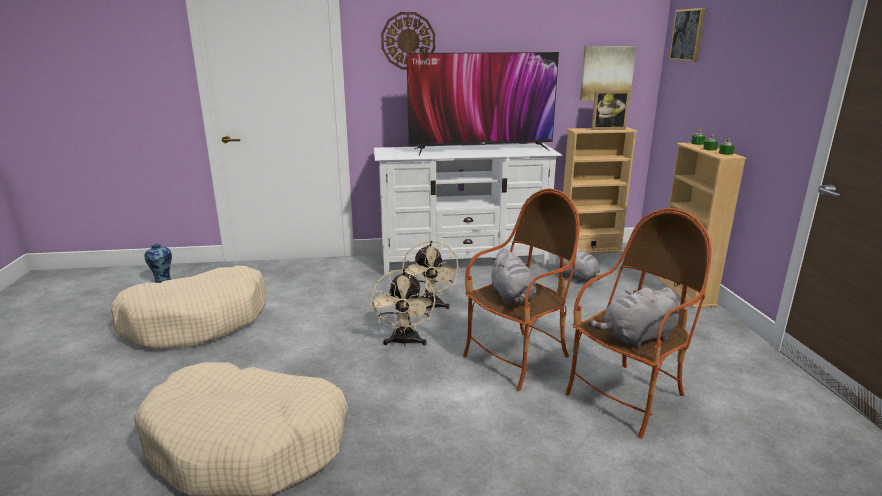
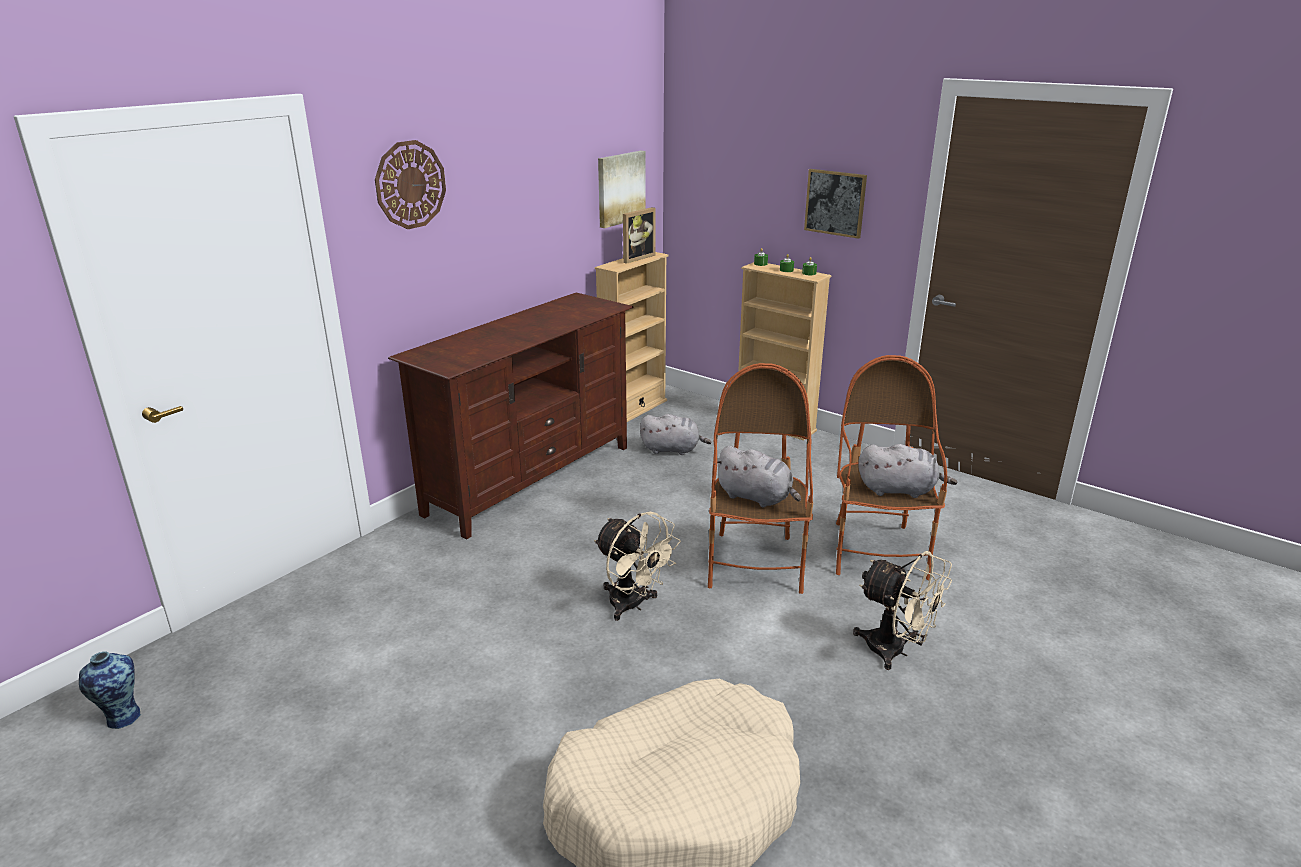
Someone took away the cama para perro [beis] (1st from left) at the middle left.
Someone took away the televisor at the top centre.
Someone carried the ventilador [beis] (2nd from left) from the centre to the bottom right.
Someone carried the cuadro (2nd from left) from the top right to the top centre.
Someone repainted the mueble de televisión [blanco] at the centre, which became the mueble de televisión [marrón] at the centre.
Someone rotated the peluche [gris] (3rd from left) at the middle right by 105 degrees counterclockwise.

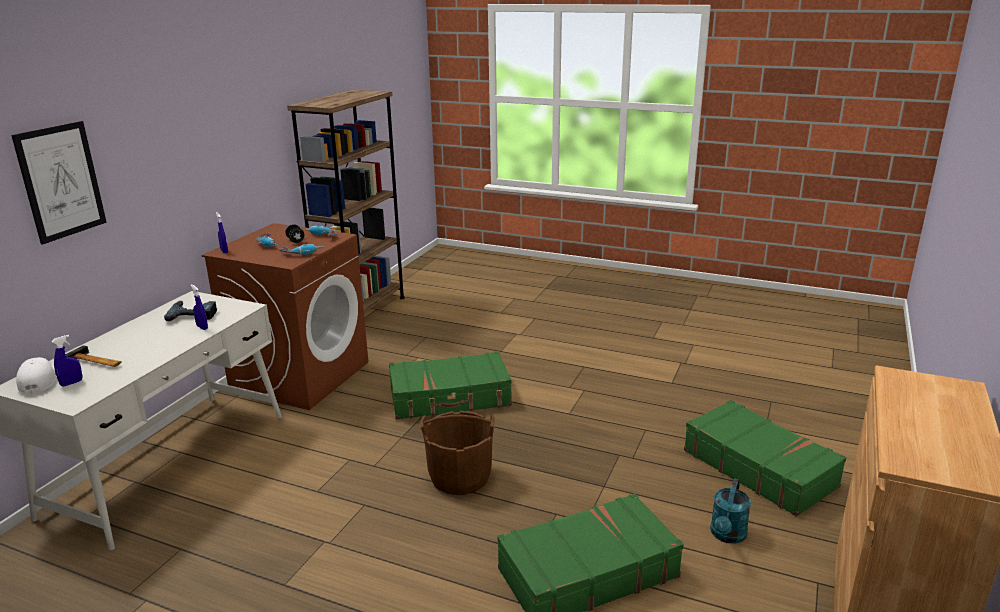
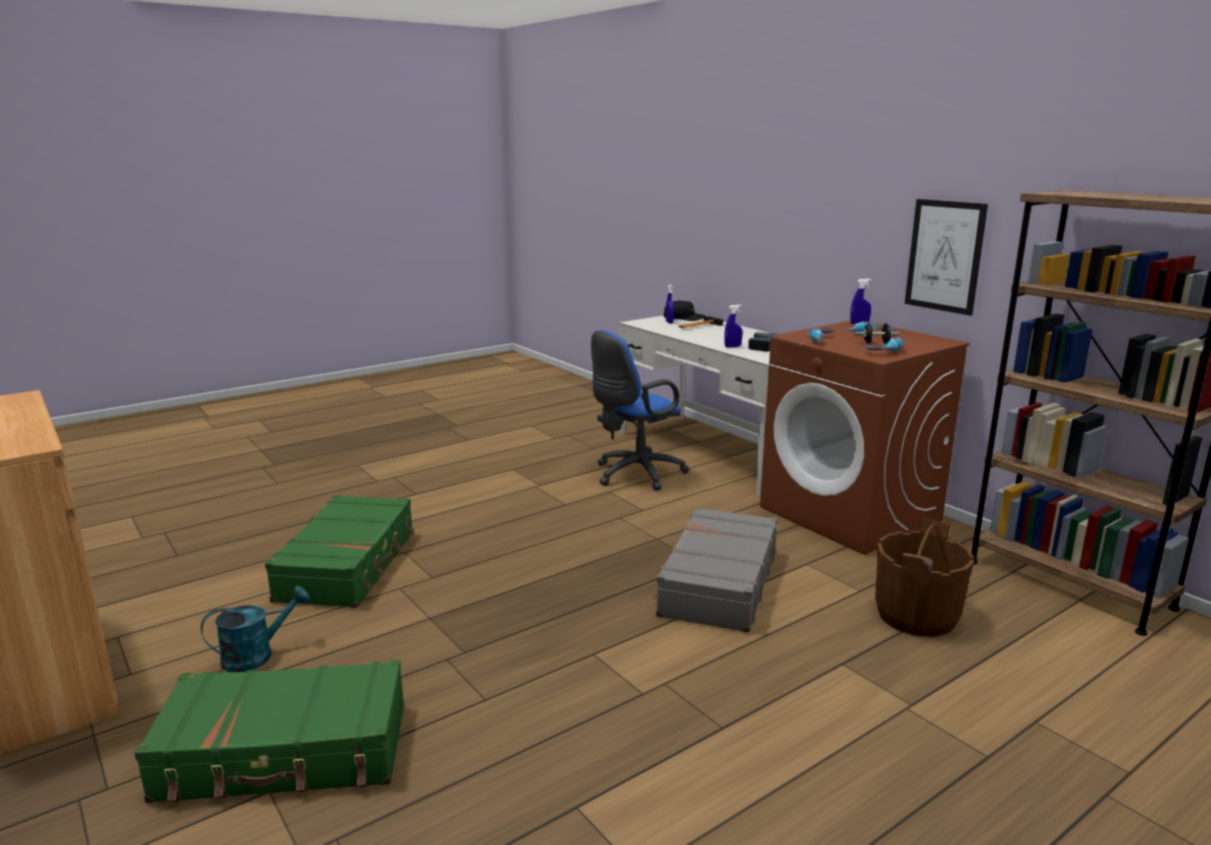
Someone put down the silla de oficina [azul] at the centre.
Someone carried the cuadro from the top left to the top right.
Someone carried the cubo [marrón] from the bottom centre to the bottom right.
Someone repainted the gorra [blanco] at the middle left, which became the gorra [negro] at the centre.
Someone repainted the maleta [verde] (1st from left) at the centre, which became the maleta [gris] at the bottom centre.
Someone rotated the regadera [turquesa] at the bottom right by 90 degrees clockwise.

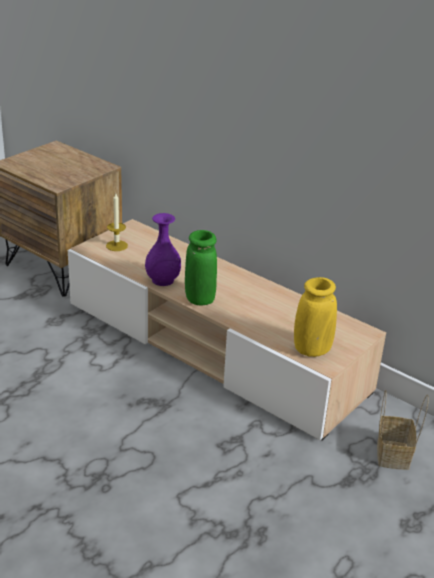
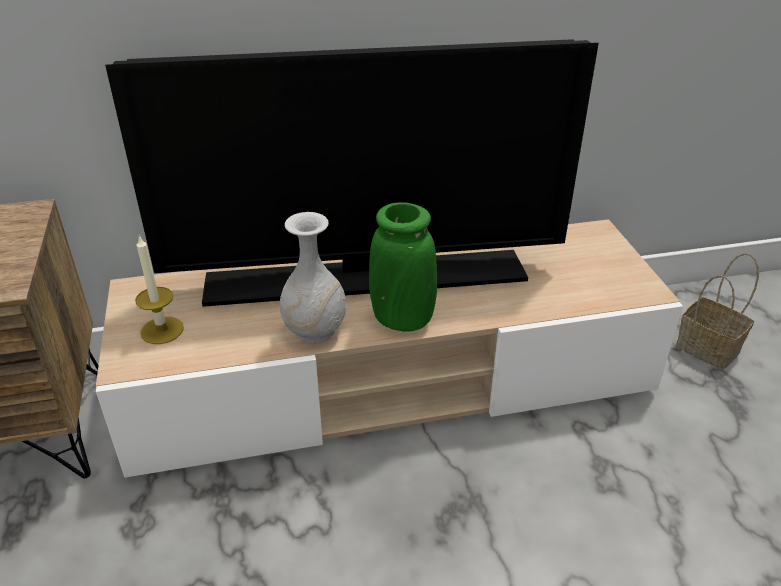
Someone took away the florero [amarillo] at the middle right.
Someone put down the televisor at the top centre.
Someone repainted the florero [morado] at the centre, which became the florero [blanco] at the centre.

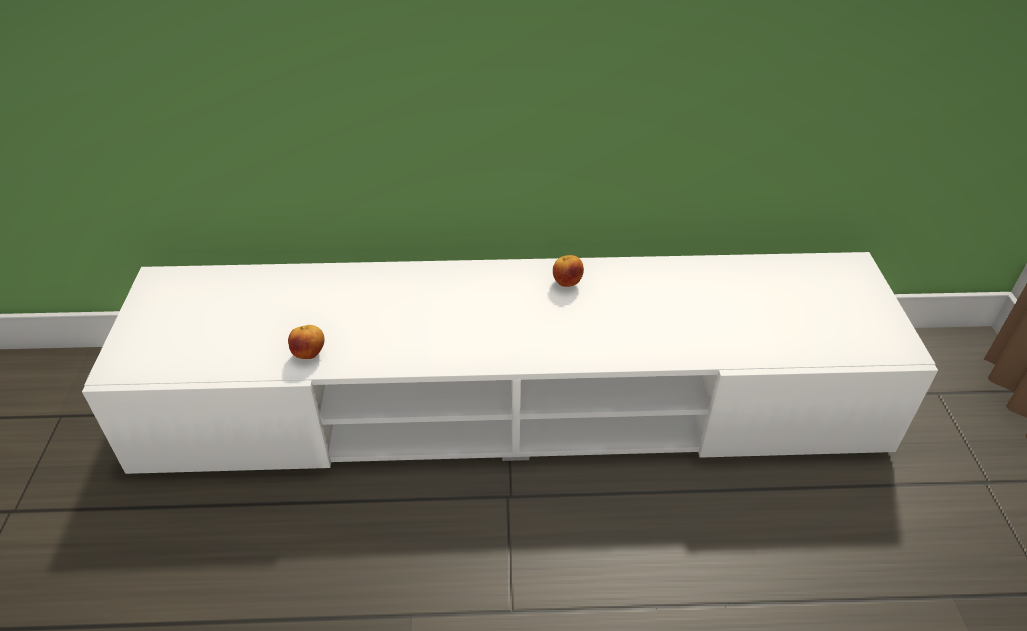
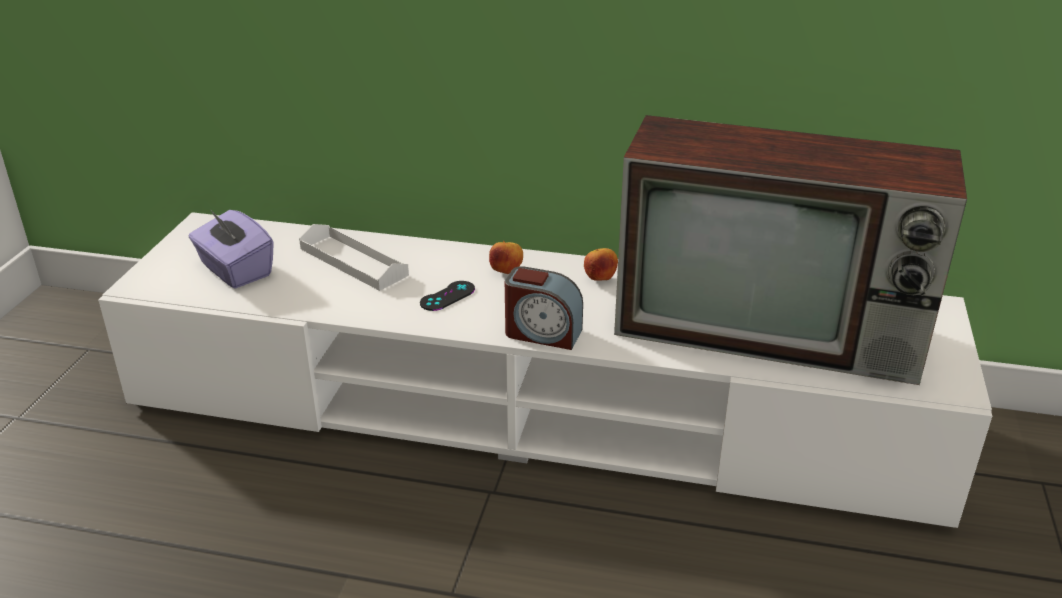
Someone put down the caja de pañuelos [morado] at the middle left.
Someone put down the bandeja [blanco] at the centre.
Someone put down the mando de consola [negro] at the centre.
Someone put down the despertador at the centre.
Someone put down the televisor at the middle right.
Someone carried the manzana (1st from left) from the middle left to the centre.

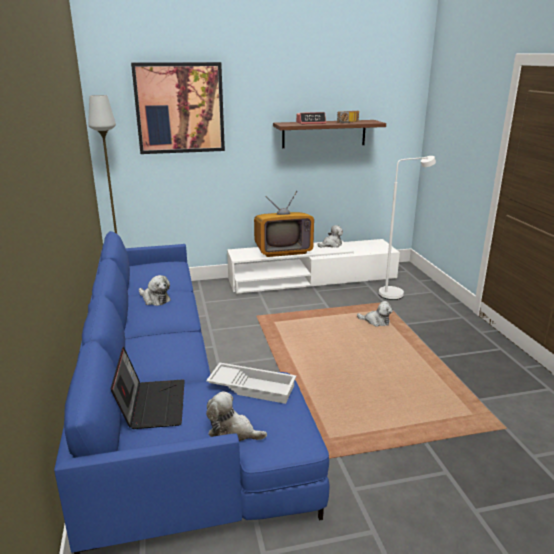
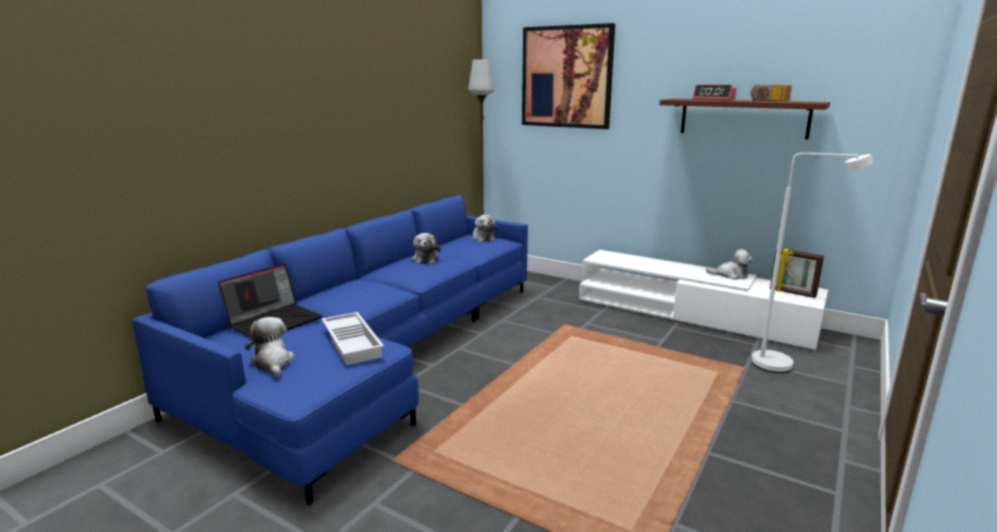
Someone took away the televisor at the centre.
Someone put down the portarretratos at the middle right.
Someone carried the peluche (4th from left in the first image) from the middle right to the centre.

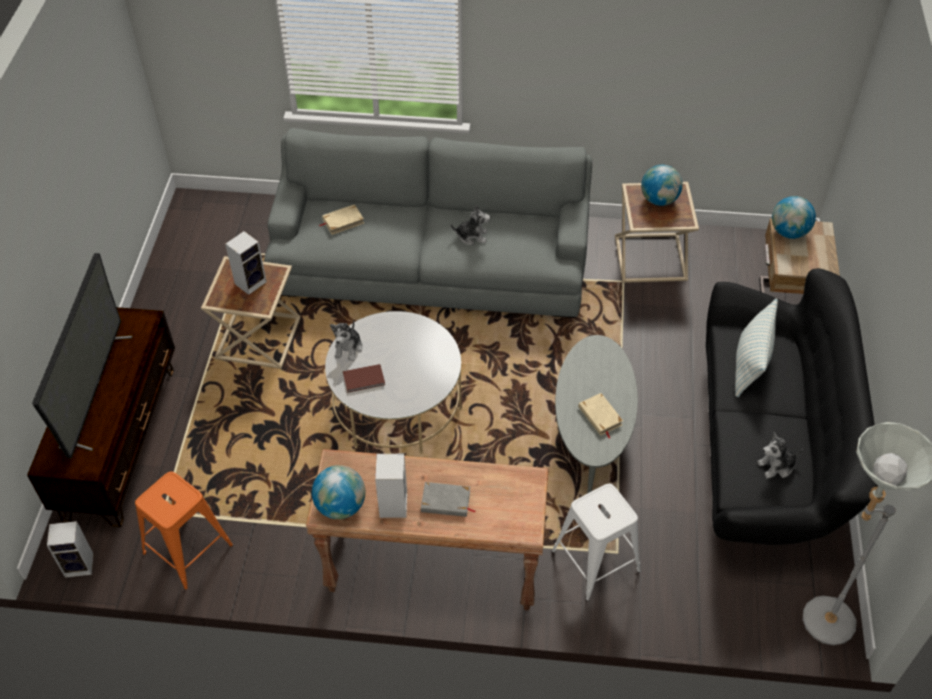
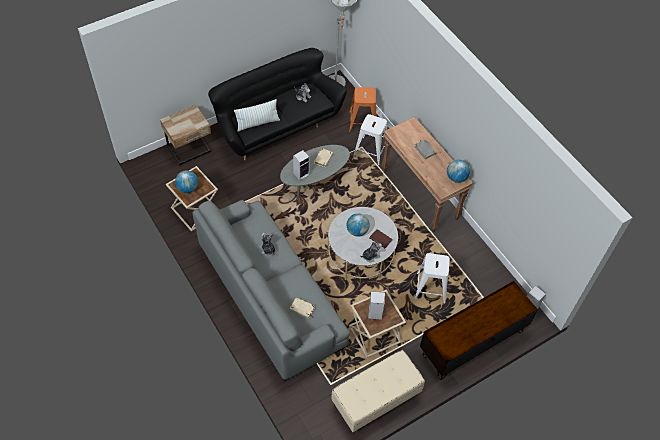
Someone took away the televisor at the middle left.
Someone put down the banco [beis] at the bottom centre.
Someone put down the taburete [blanco] (2nd from left) at the centre.
Someone carried the taburete [naranja] from the bottom left to the top centre.
Someone carried the altavoz (3rd from left in the first image) from the bottom centre to the centre.
Someone carried the globo terráqueo (3rd from left in the first image) from the top right to the centre.

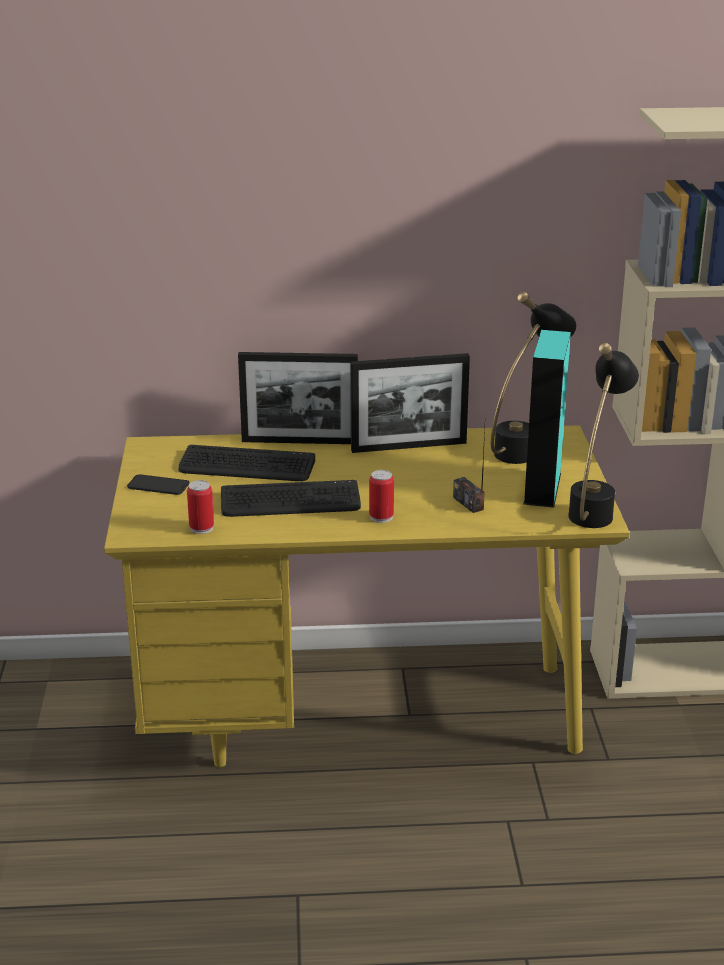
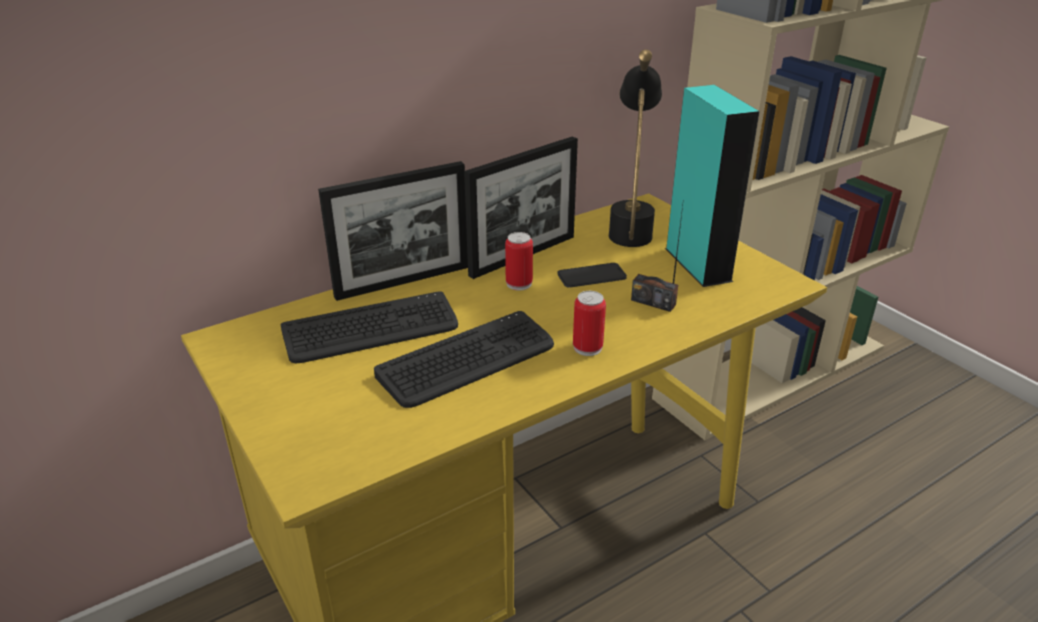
Someone took away the lámpara de mesa [negro] (2nd from left) at the middle right.
Someone carried the móvil from the middle left to the centre.
Someone carried the lata (1st from left) from the middle left to the centre.

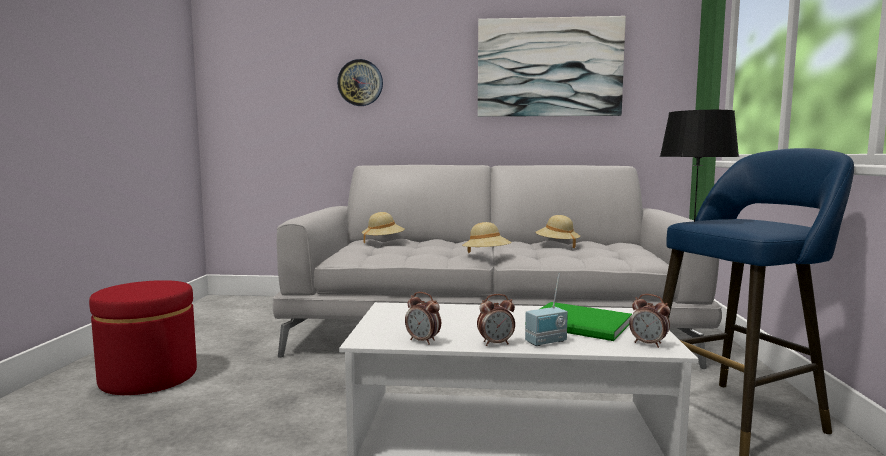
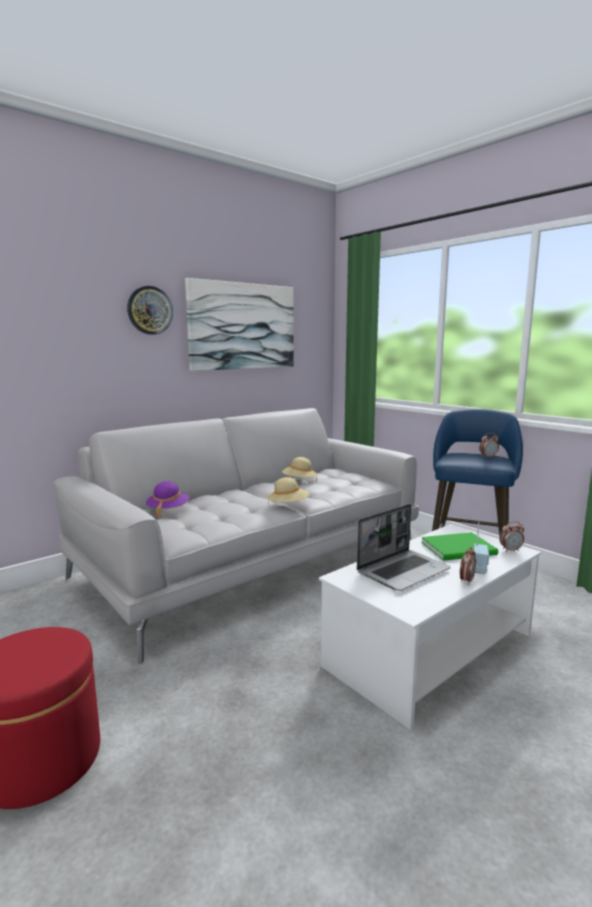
Someone took away the lámpara de mesa [negro] at the middle right.
Someone put down the portátil at the middle right.
Someone carried the reloj de pared from the top centre to the middle left.
Someone carried the despertador (1st from left in the first image) from the bottom centre to the middle right.
Someone repainted the sombrero [beis] (1st from left) at the centre, which became the sombrero [morado] at the middle left.

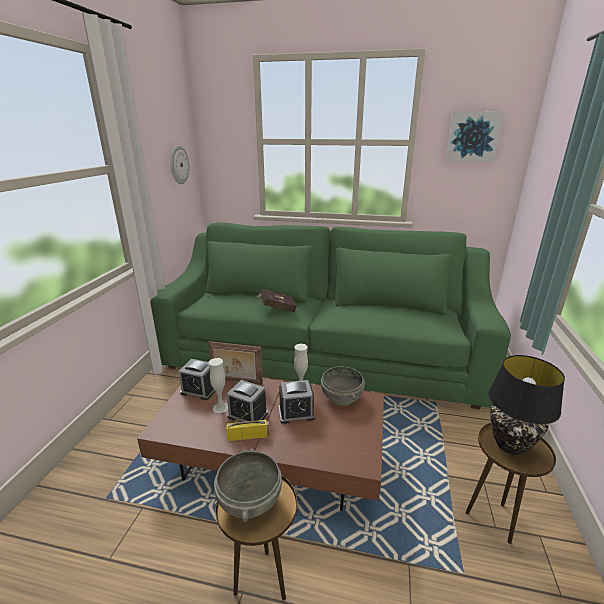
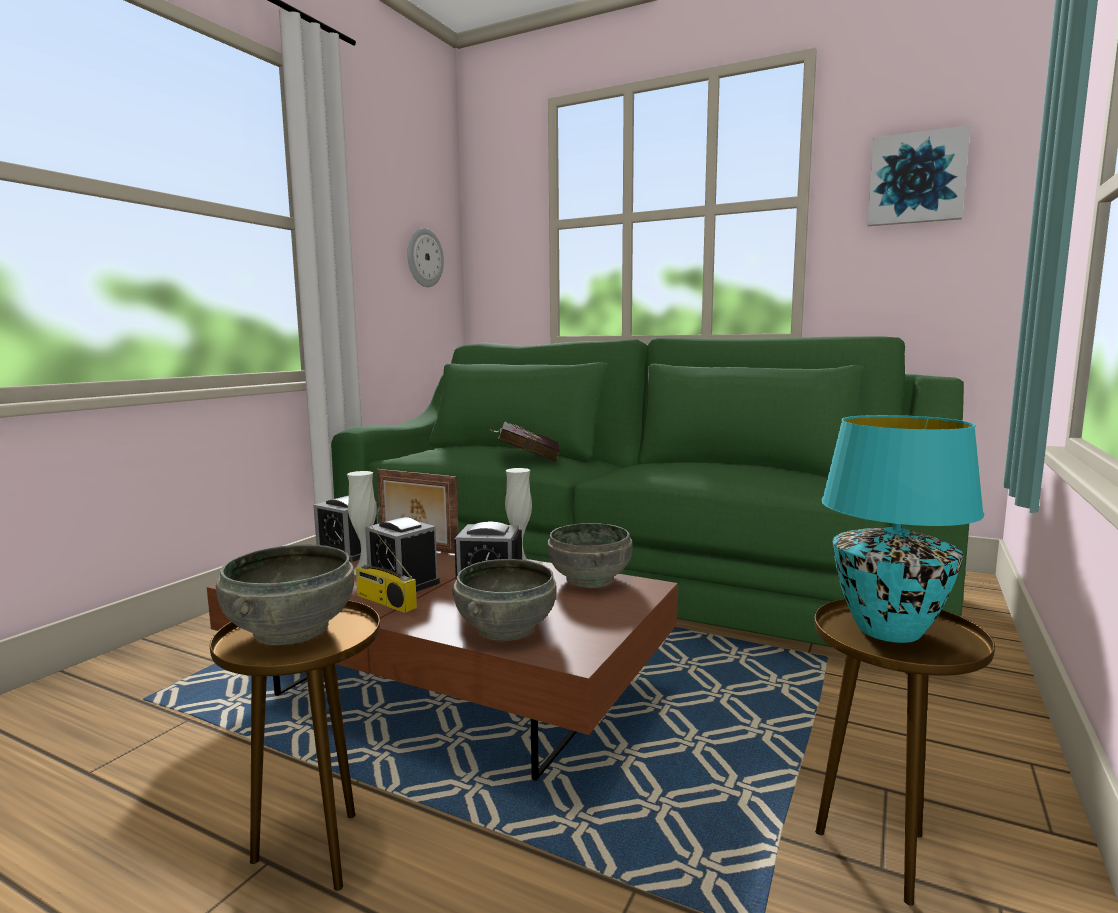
Someone put down the cuenco [gris] (2nd from left) at the centre.
Someone repainted the lámpara de mesa [negro] at the bottom right, which became the lámpara de mesa [turquesa] at the middle right.
Someone rotated the radio at the bottom centre by 150 degrees counterclockwise.

